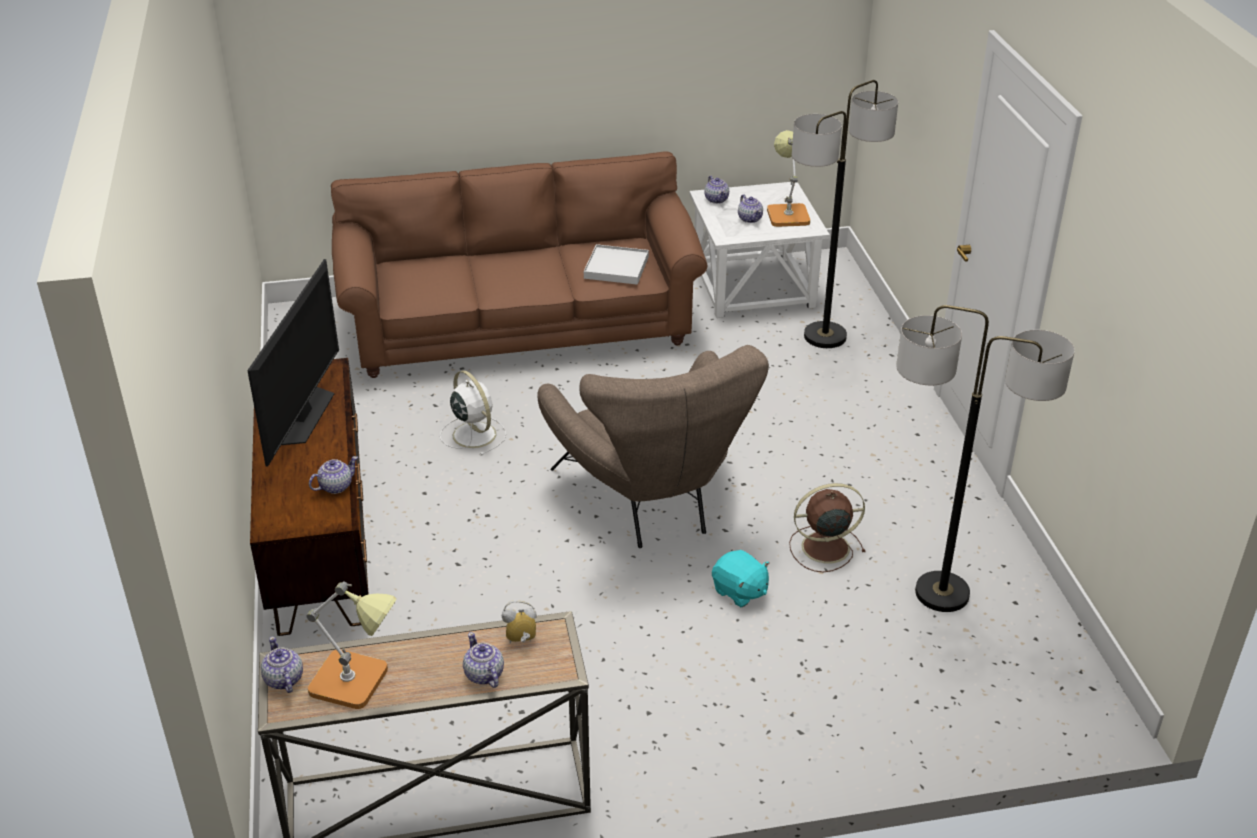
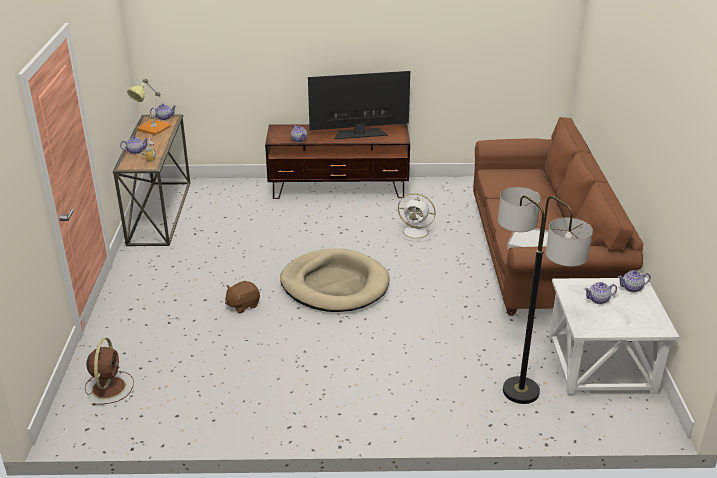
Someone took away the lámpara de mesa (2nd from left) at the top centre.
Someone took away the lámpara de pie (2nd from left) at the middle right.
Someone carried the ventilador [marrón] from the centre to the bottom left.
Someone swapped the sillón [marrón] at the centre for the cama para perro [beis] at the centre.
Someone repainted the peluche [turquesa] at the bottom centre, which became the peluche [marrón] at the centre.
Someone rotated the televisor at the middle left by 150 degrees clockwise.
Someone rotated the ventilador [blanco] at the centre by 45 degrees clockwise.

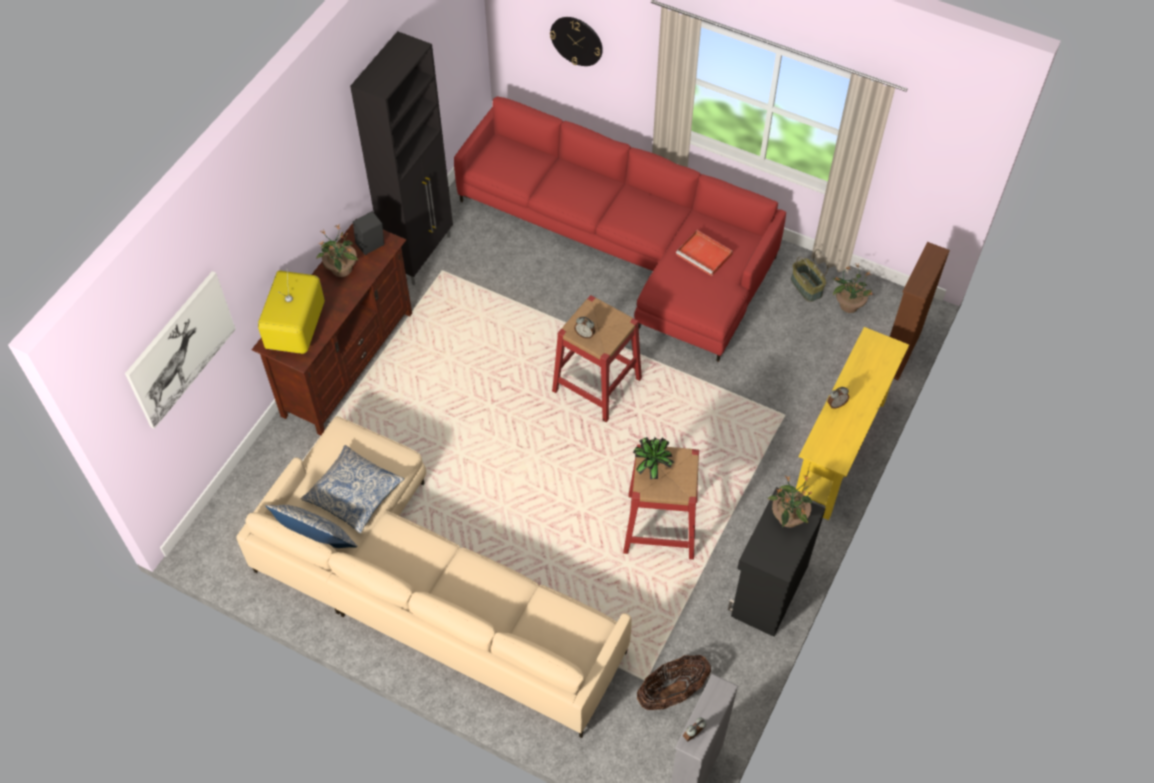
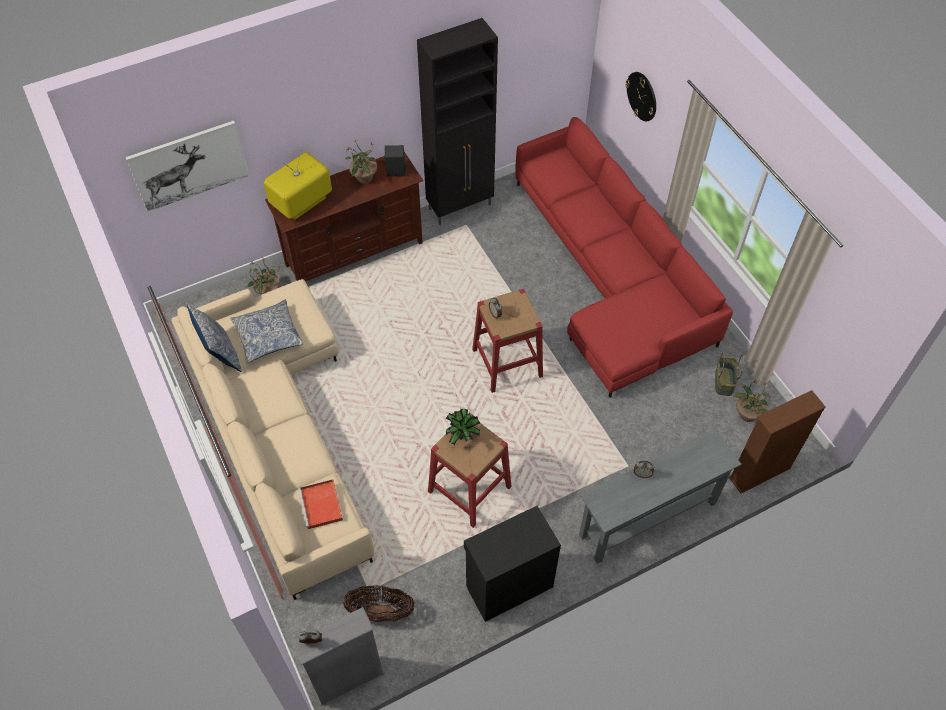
Someone carried the bandeja [rojo] from the top centre to the bottom centre.
Someone carried the planta en maceta (3rd from left in the first image) from the middle right to the middle left.
Someone repainted the mesa consola [amarillo] at the middle right, which became the mesa consola [gris] at the bottom right.

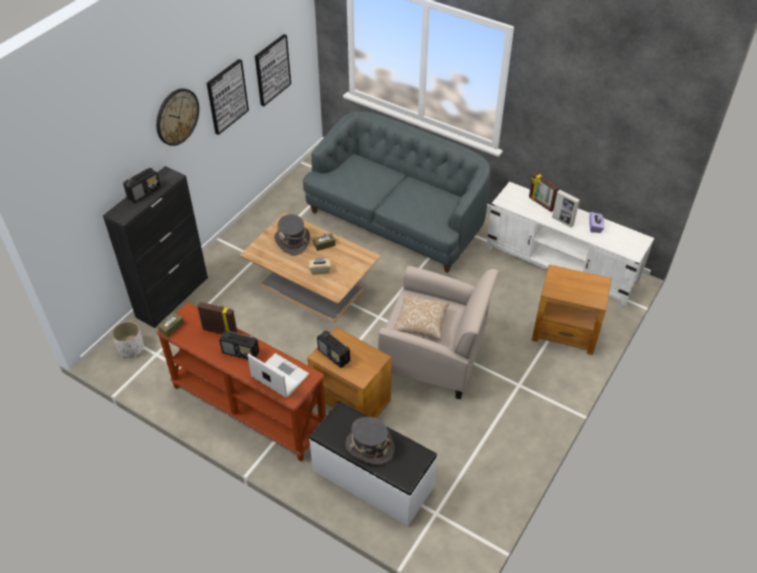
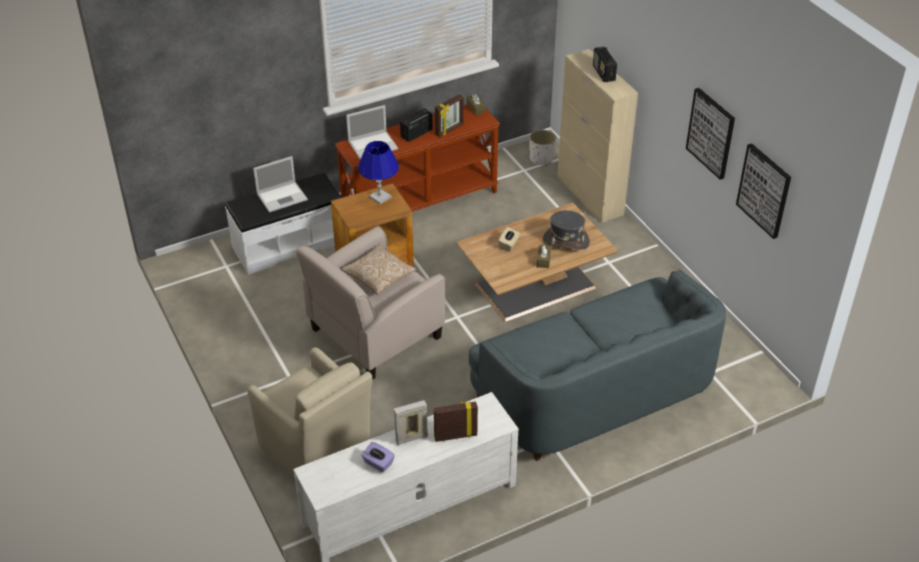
Someone took away the reloj de pared at the top left.
Someone swapped the radio (3rd from left) at the centre for the lámpara de mesa [azul] at the top centre.
Someone swapped the sombrero [gris] (2nd from left) at the bottom centre for the portátil (1st from left) at the top left.
Someone swapped the mesa auxiliar [marrón] (2nd from left) at the middle right for the sillón [beis] (1st from left) at the bottom centre.
Someone repainted the armario [negro] at the middle left, which became the armario [beis] at the top centre.

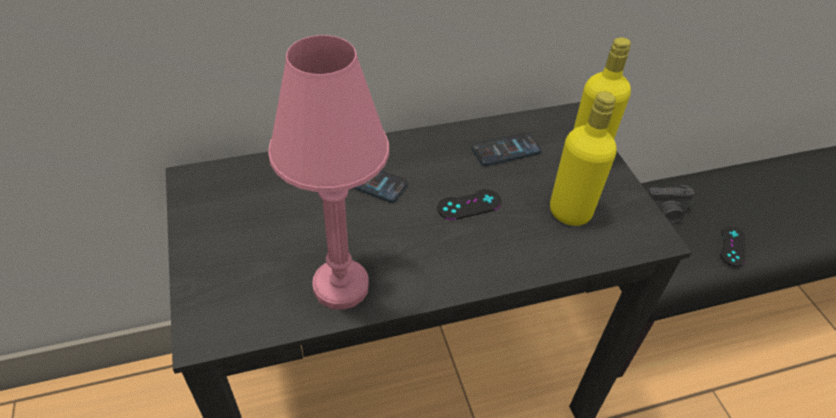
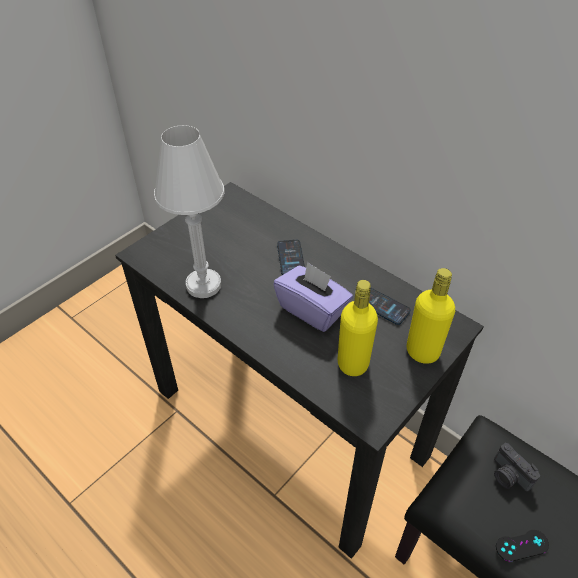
Someone swapped the mando de consola [negro] (1st from left) at the centre for the caja de pañuelos [morado] at the centre.
Someone repainted the lámpara de mesa [rosa] at the centre, which became the lámpara de mesa [blanco] at the middle left.

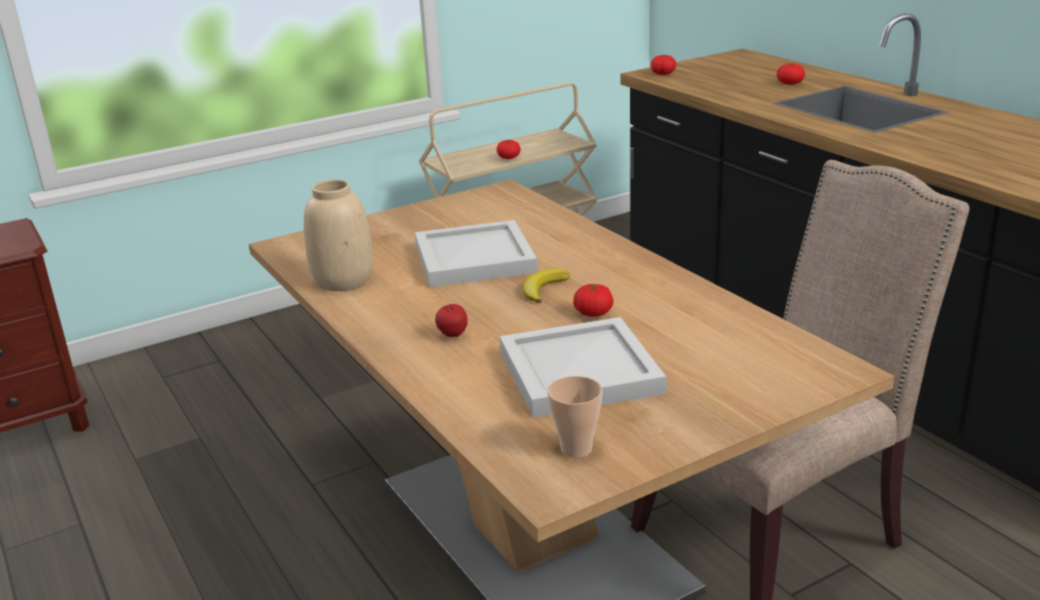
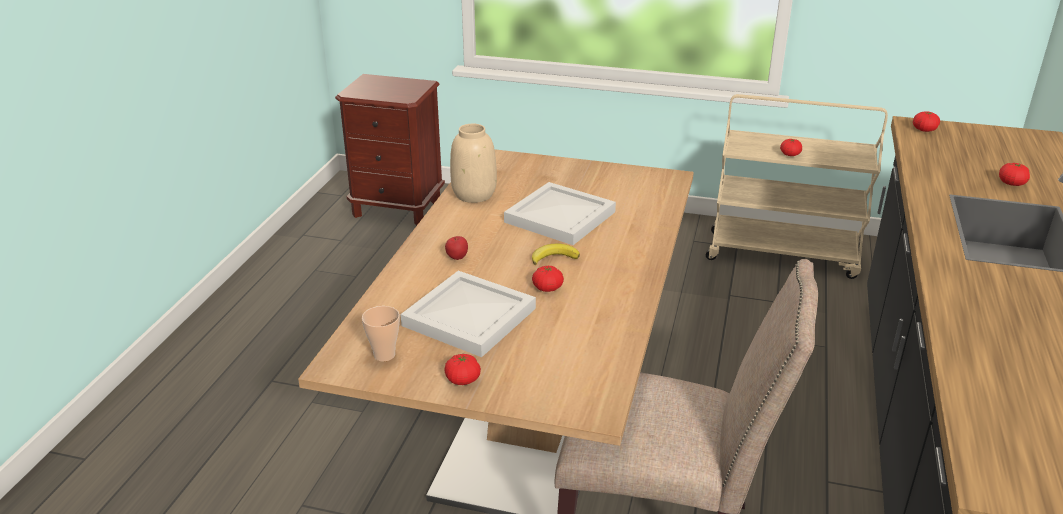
Someone put down the tomate (1st from left) at the bottom centre.

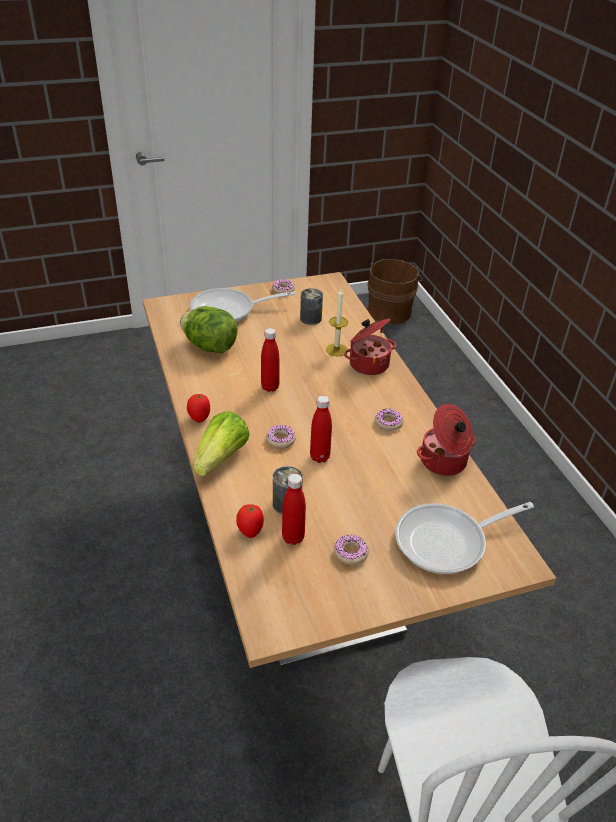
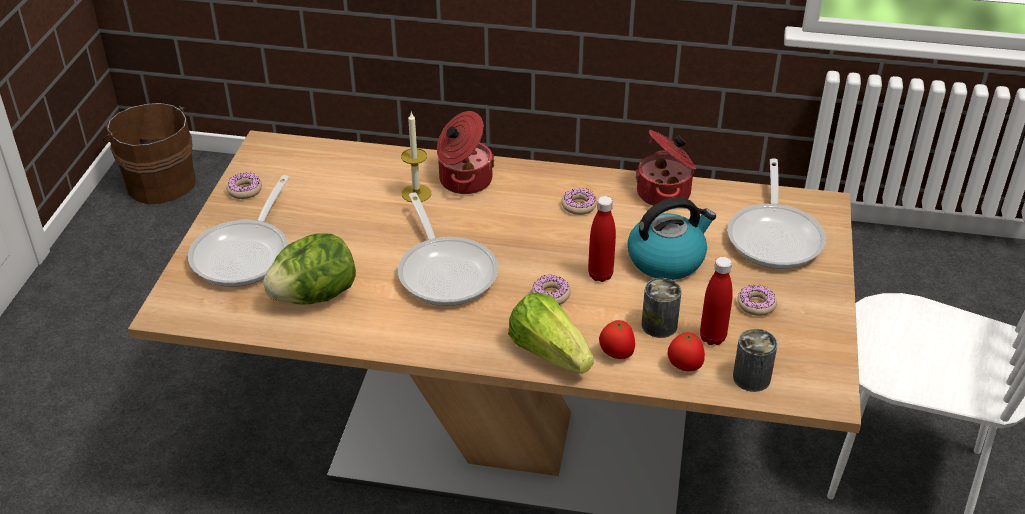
Someone put down the hervidor at the centre.
Someone carried the tomate (1st from left) from the middle left to the centre.
Someone carried the lata (2nd from left) from the centre to the bottom right.
Someone swapped the botella [rojo] (1st from left) at the centre for the sartén (2nd from left) at the centre.

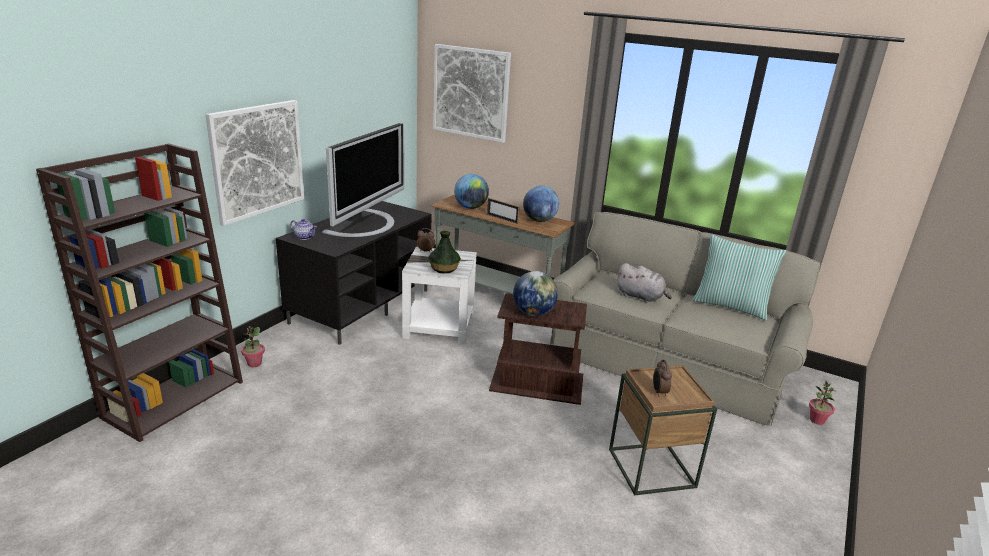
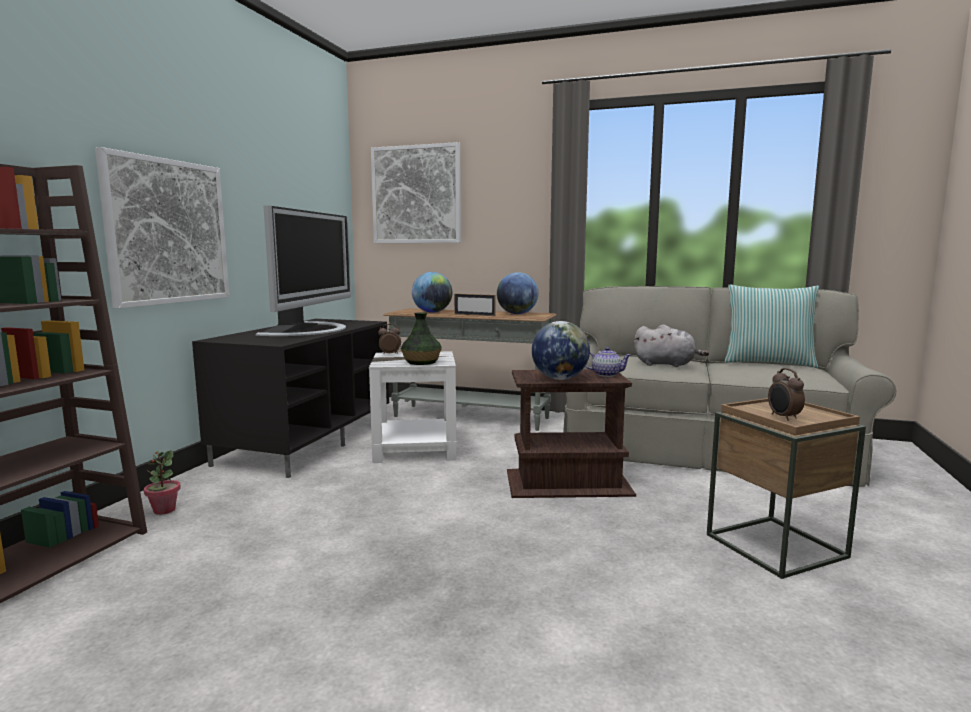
Someone took away the planta en maceta (2nd from left) at the bottom right.
Someone carried the tetera from the middle left to the centre.

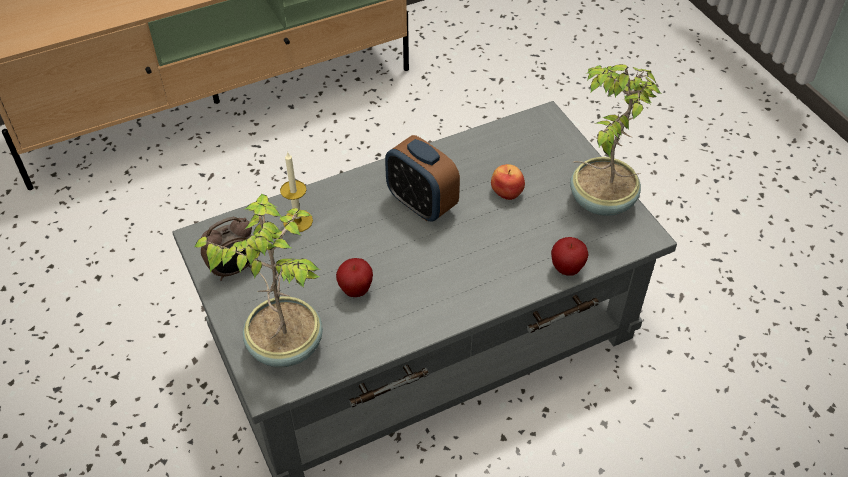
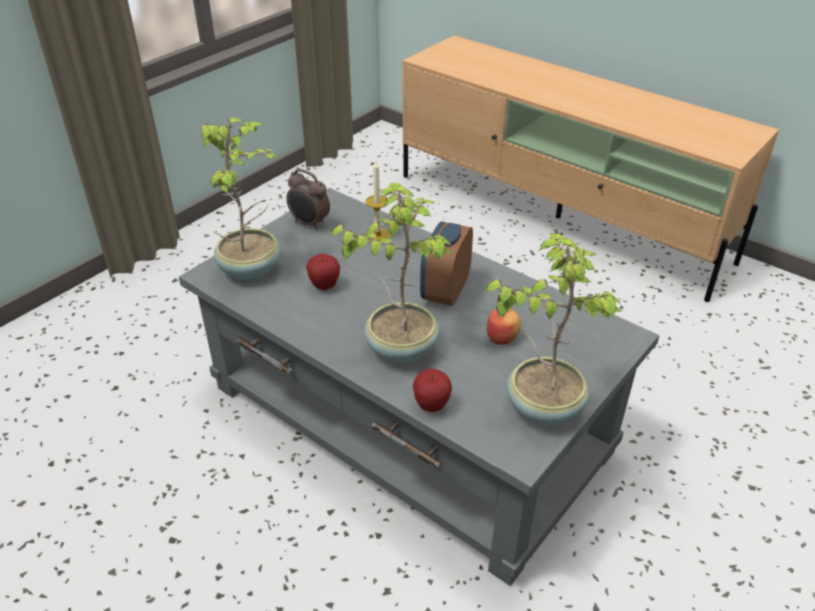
Someone put down the planta en maceta (2nd from left) at the centre.

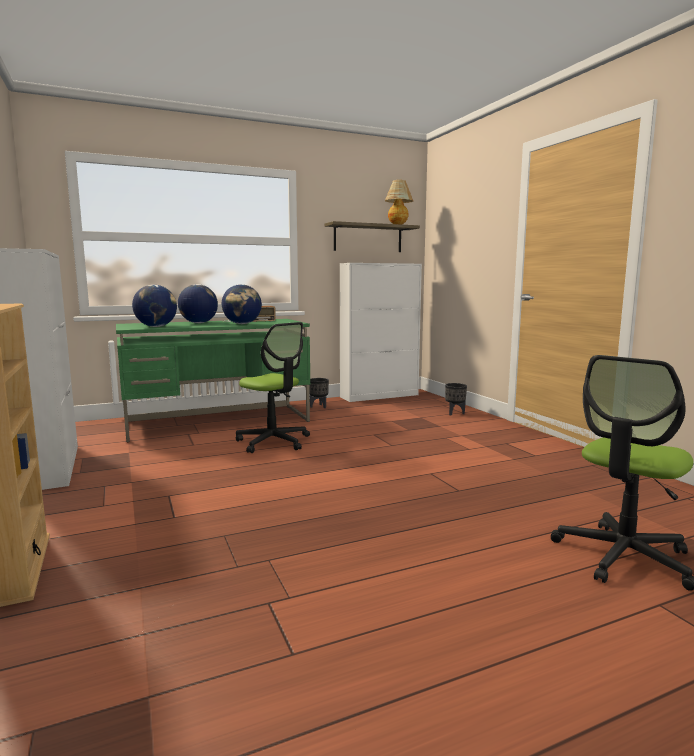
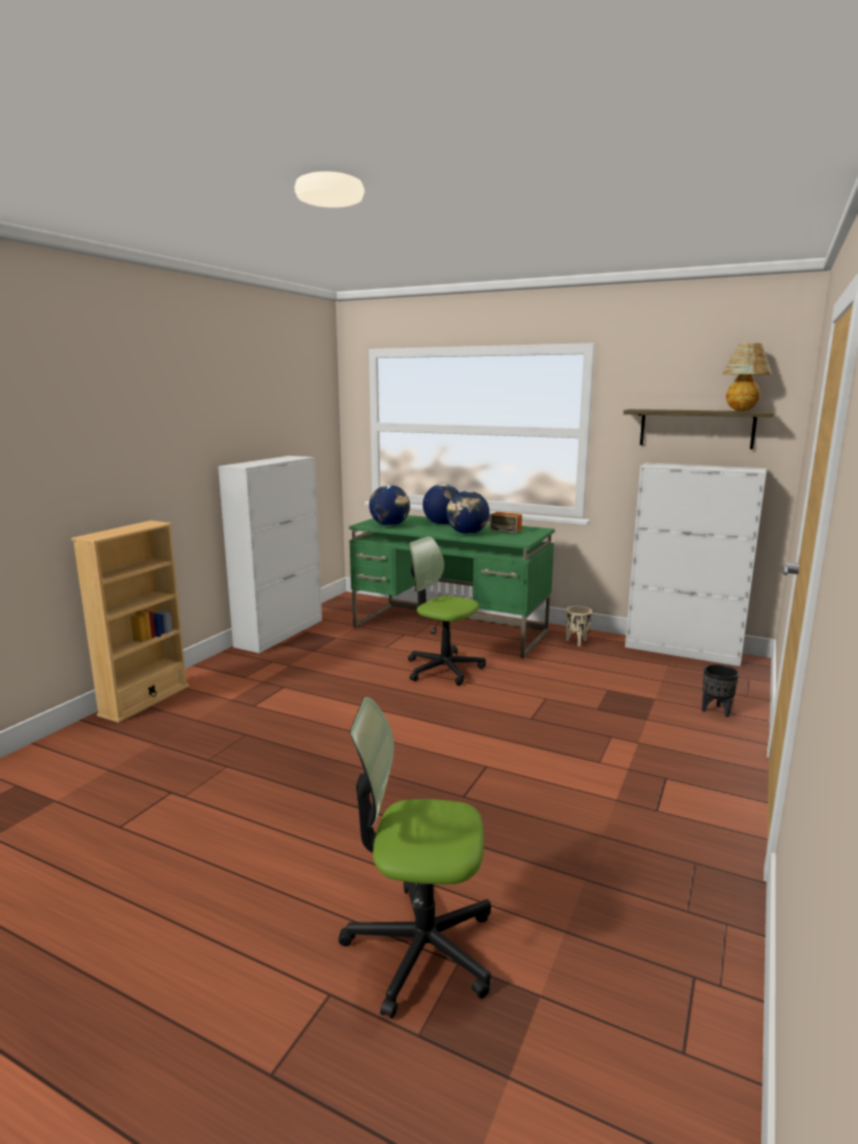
Someone repainted the maceta [negro] (1st from left) at the centre, which became the maceta [beis] at the middle right.
Someone rotated the silla de oficina (1st from left in the first image) at the centre by 120 degrees clockwise.

